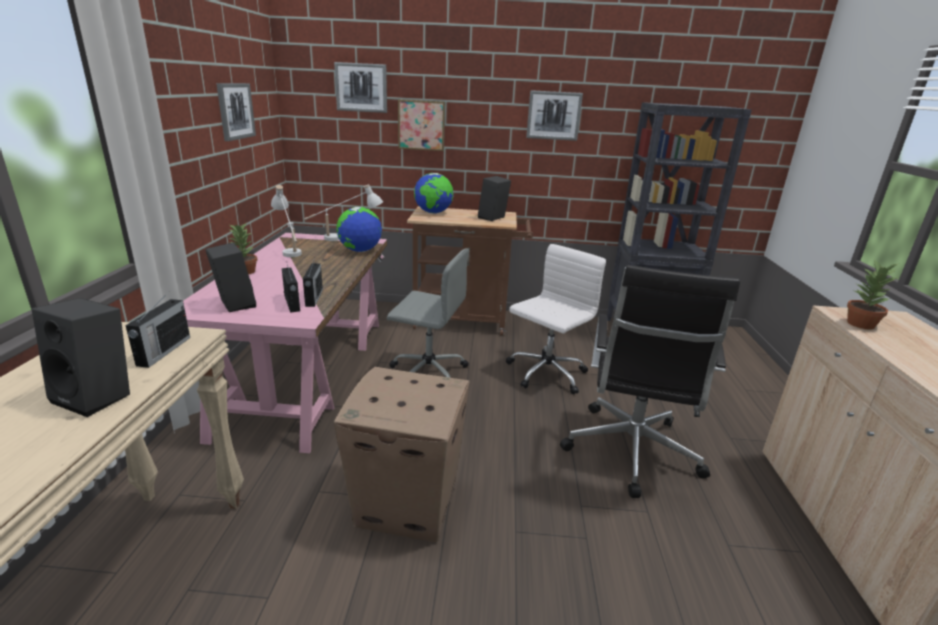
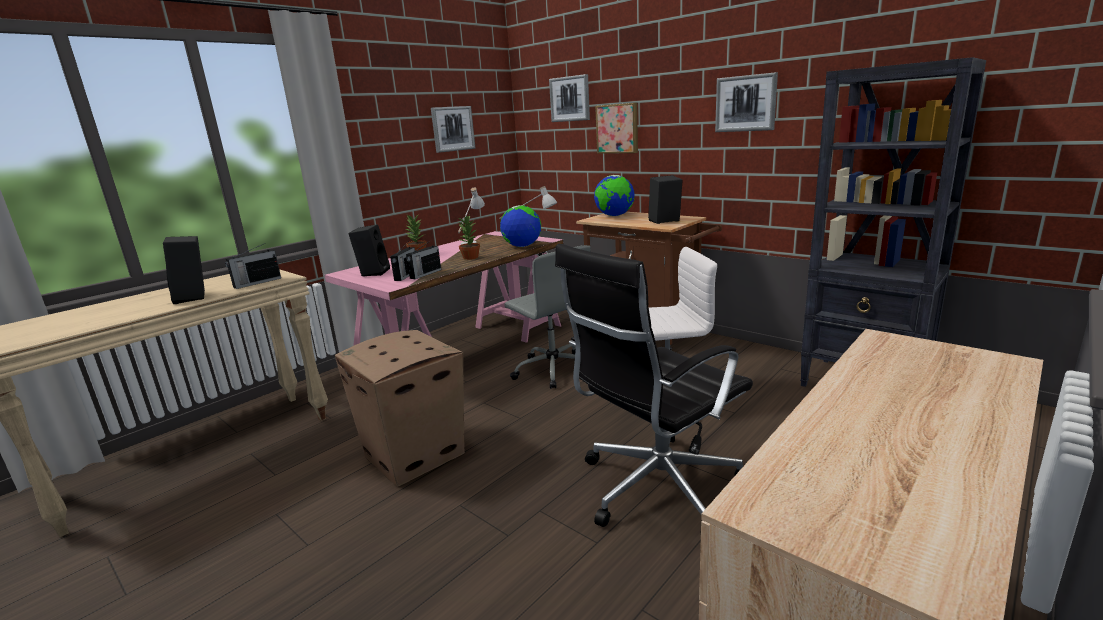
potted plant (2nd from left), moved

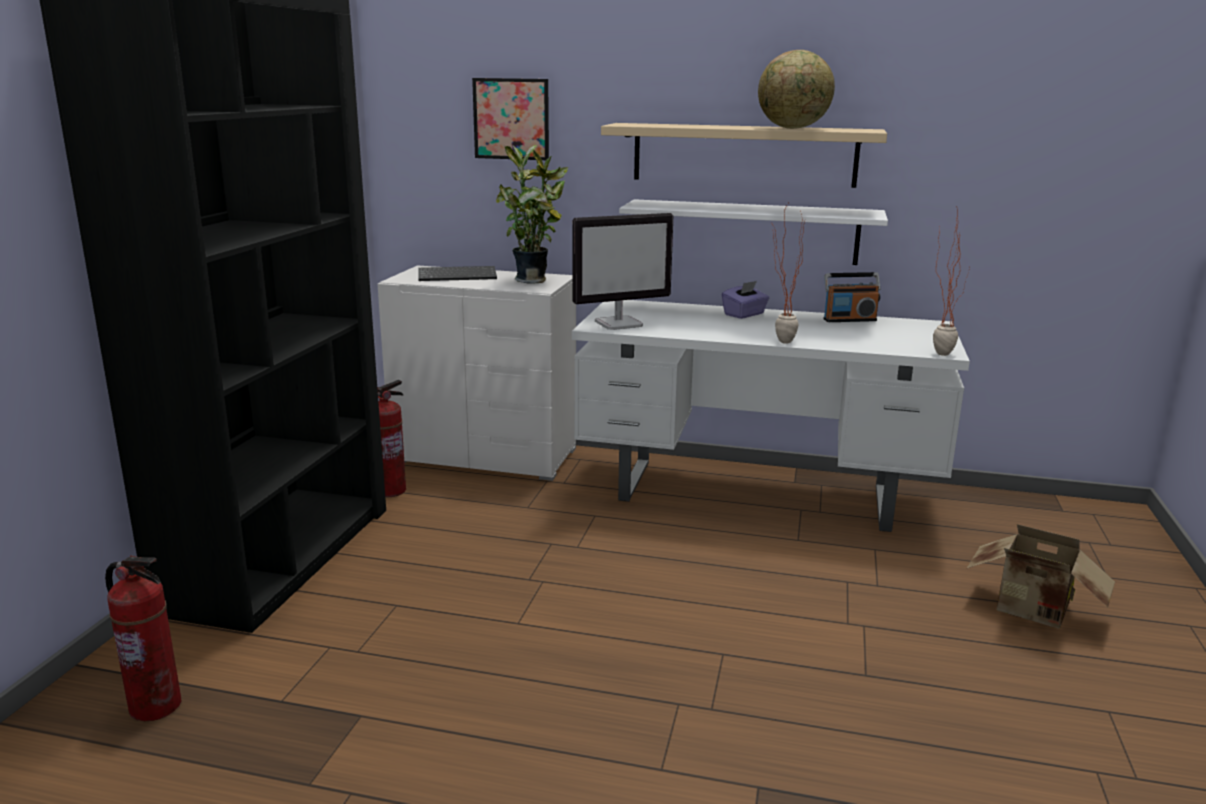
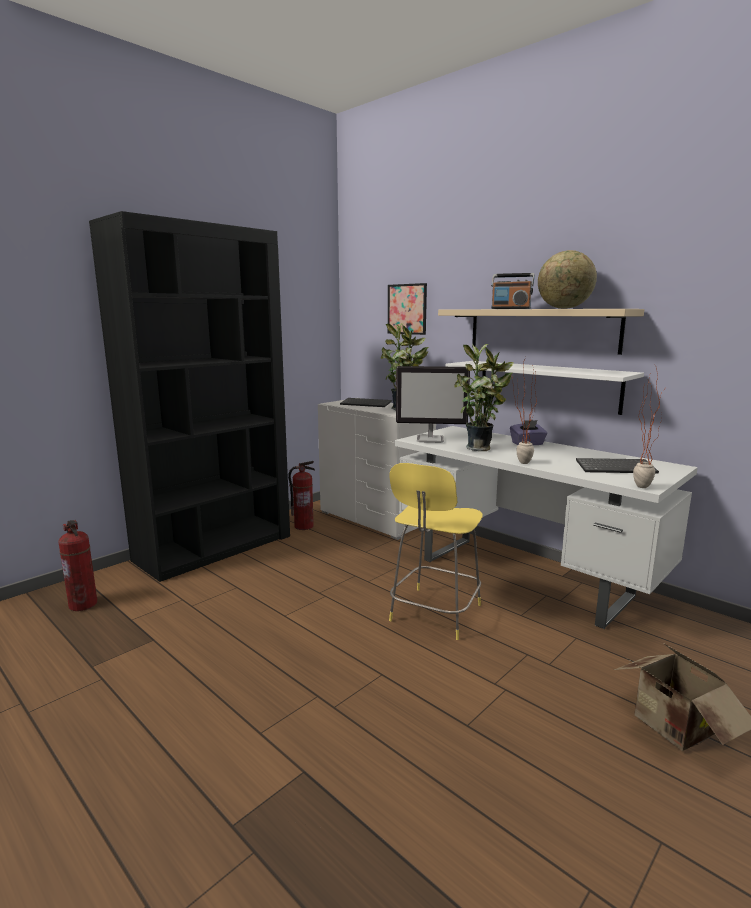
- → yellow stool
- → potted plant (2nd from left)
- → keyboard (2nd from left)
radio, moved

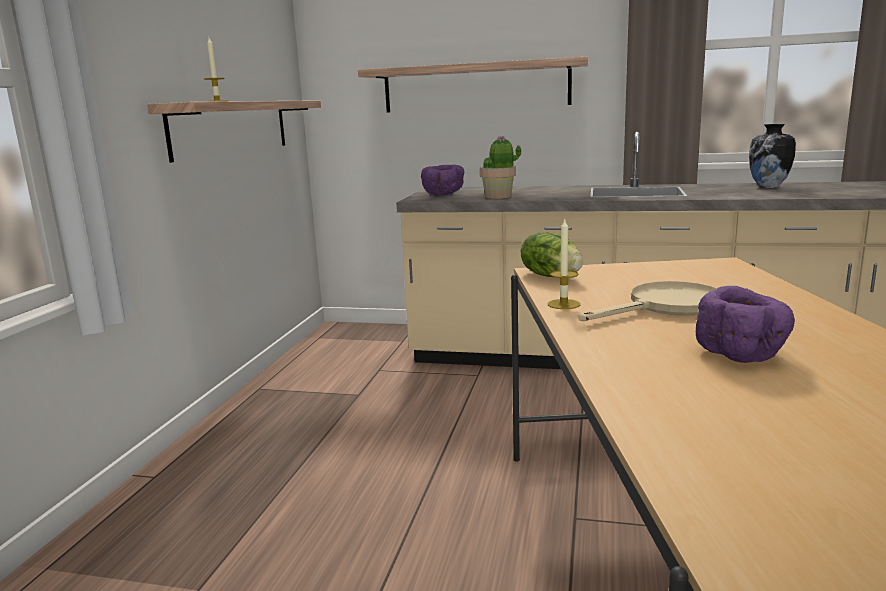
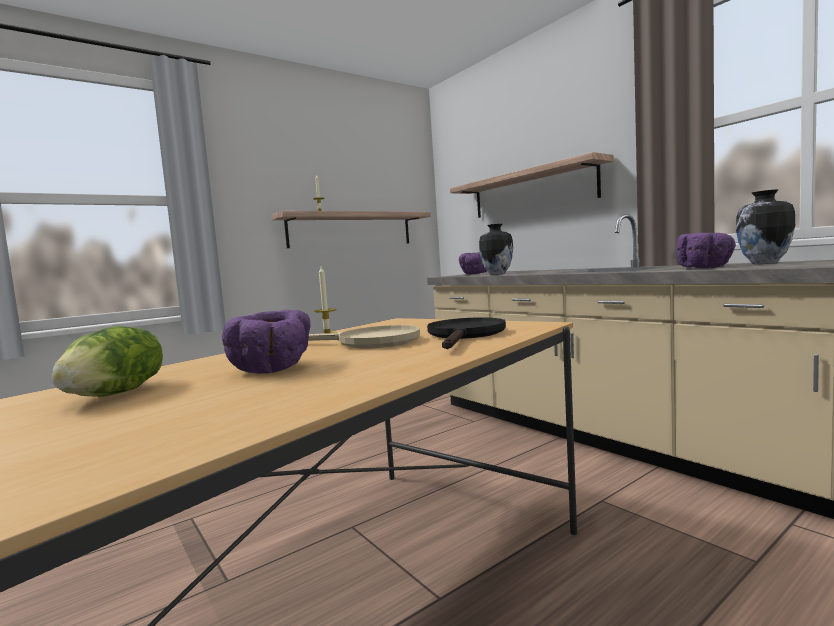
- → black frying pan
- → purple bowl (3rd from left)
lettuce, moved
potted plant → vase (1st from left)

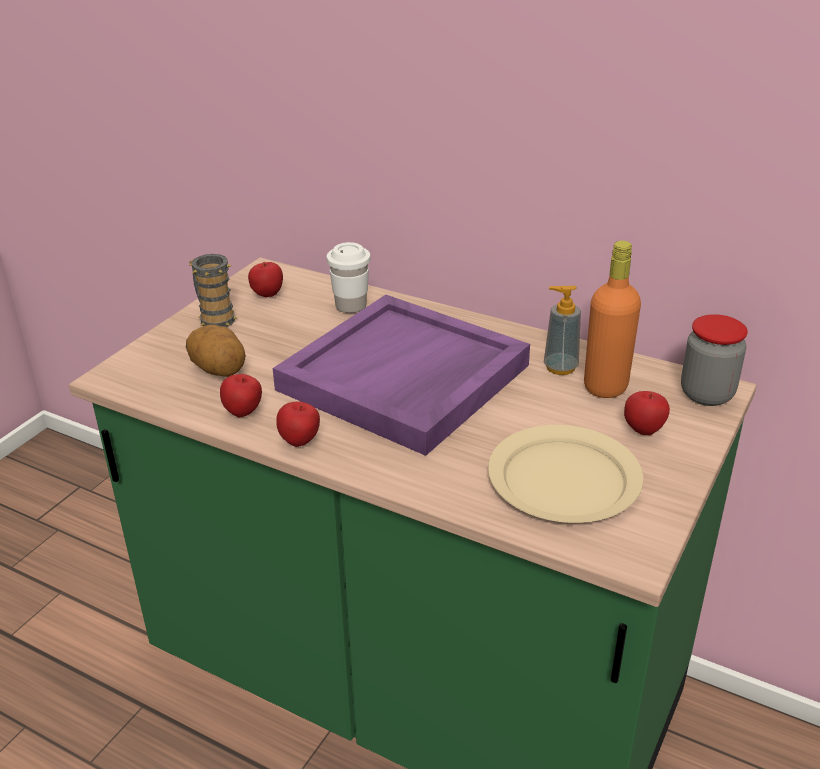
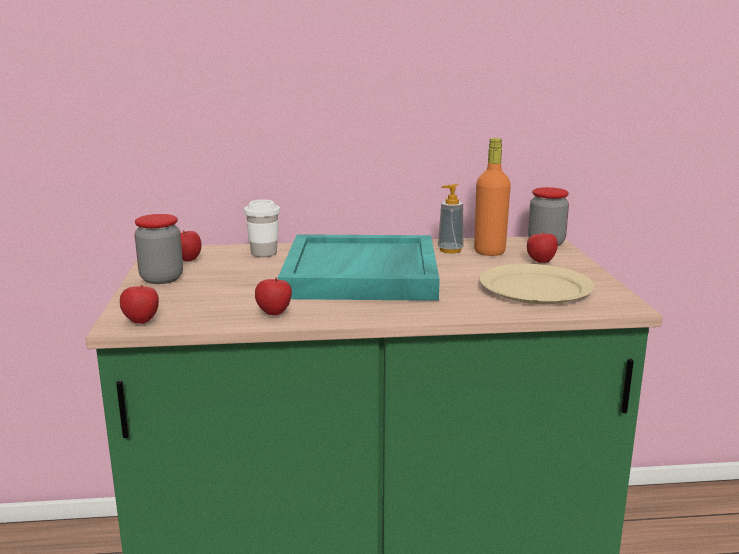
potato → -
apple (3rd from left in the first image) → apple (1st from left), moved
mug → jar (1st from left)
purple tray → turquoise tray

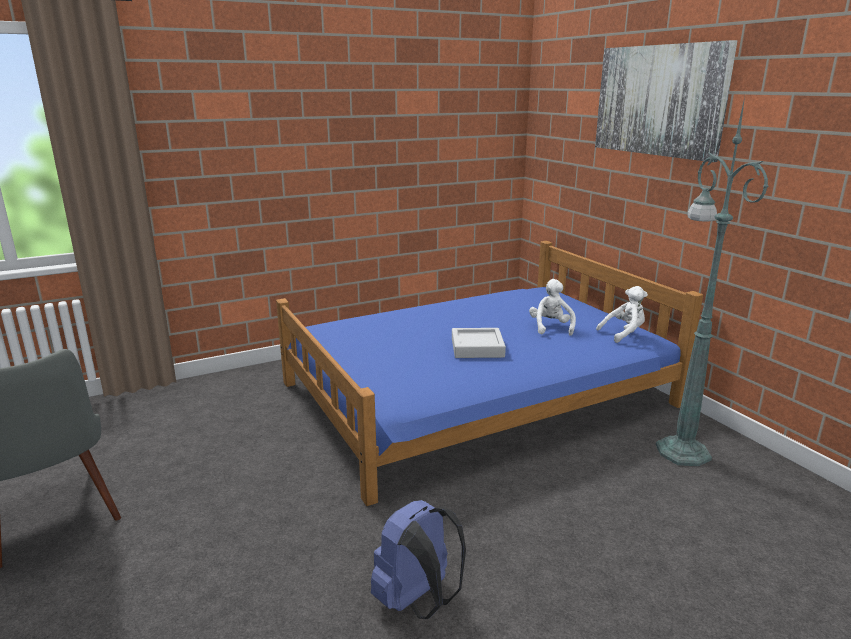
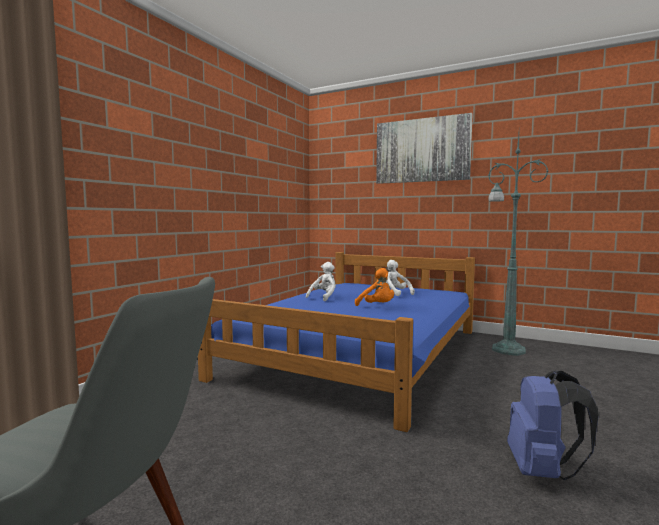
white plush toy (2nd from left in the first image) → white plush toy (1st from left), moved
grey tray → orange plush toy

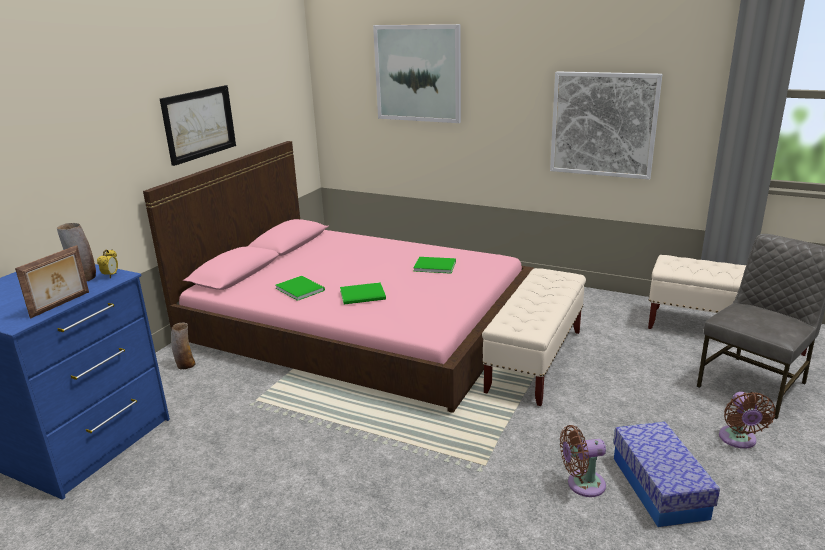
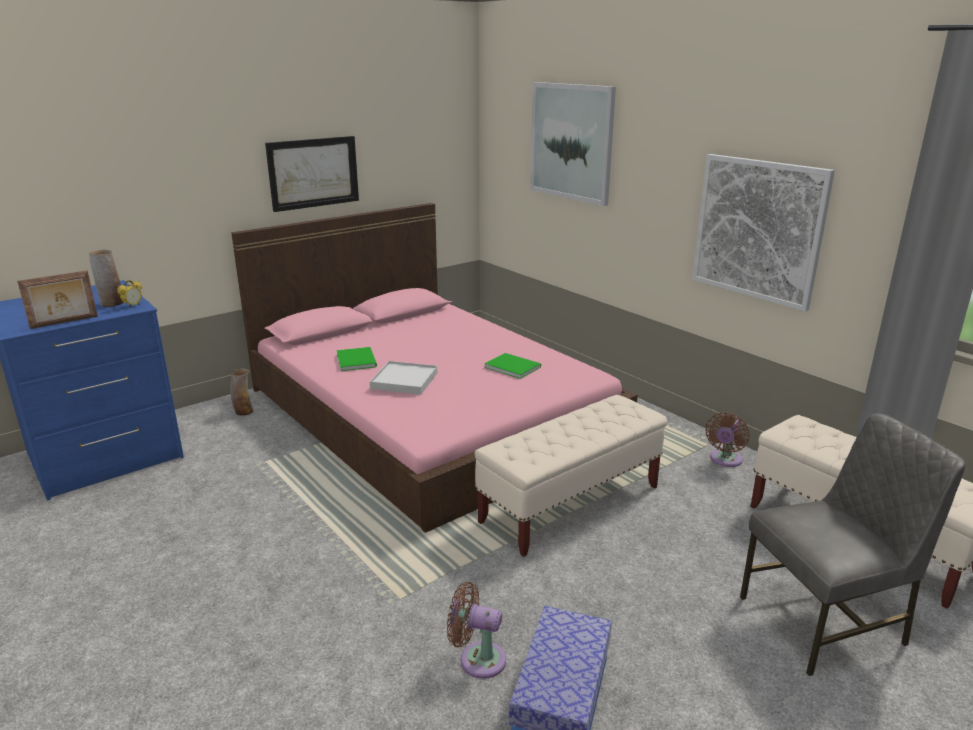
brown fan (2nd from left), moved
green book (2nd from left) → white tray

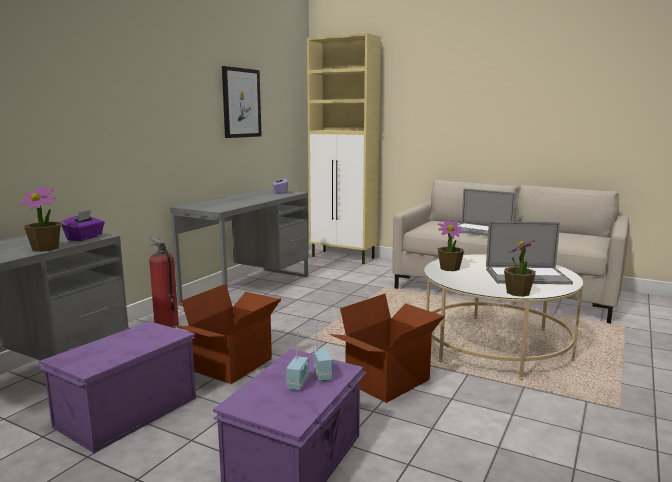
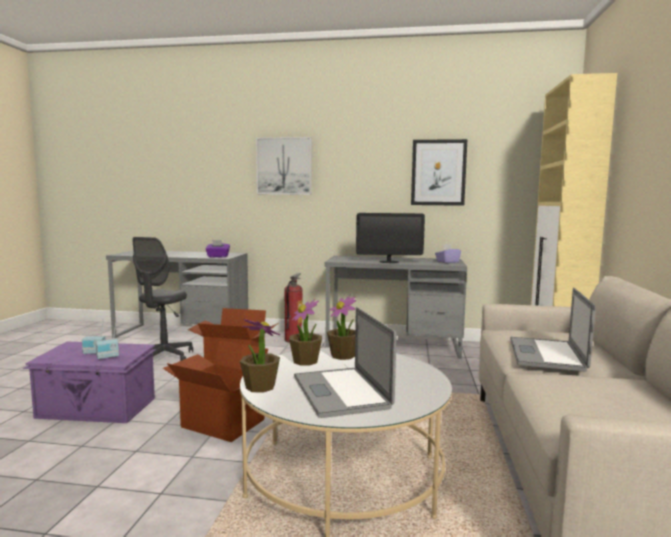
- → picture (1st from left)
- → monitor
potted plant (1st from left in the first image) → potted plant (2nd from left), moved
purple storage box (1st from left) → grey office chair

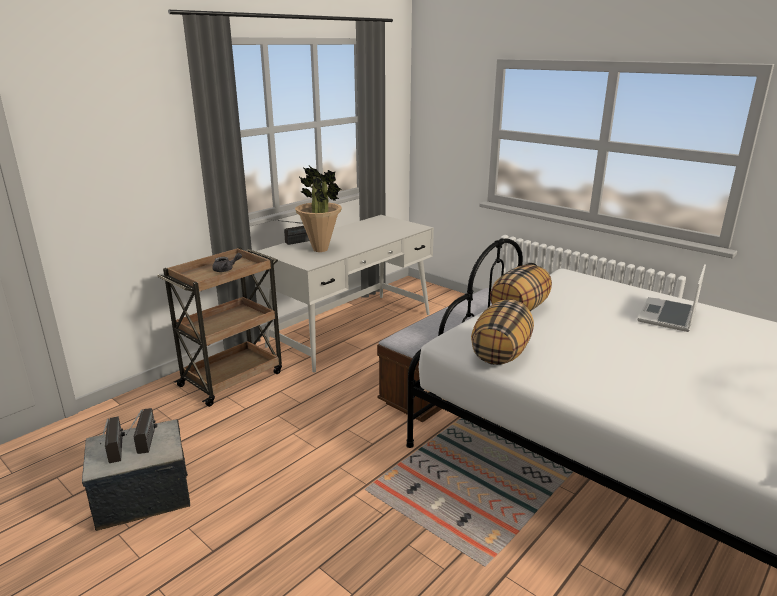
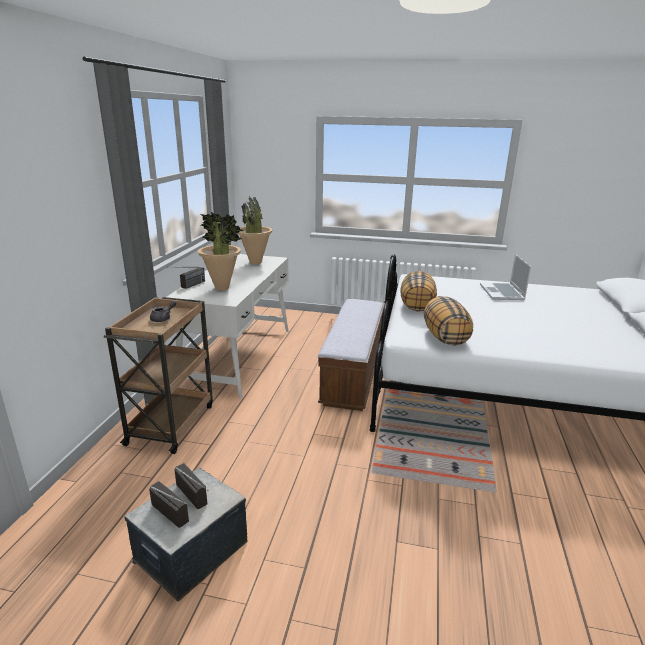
- → potted plant (2nd from left)

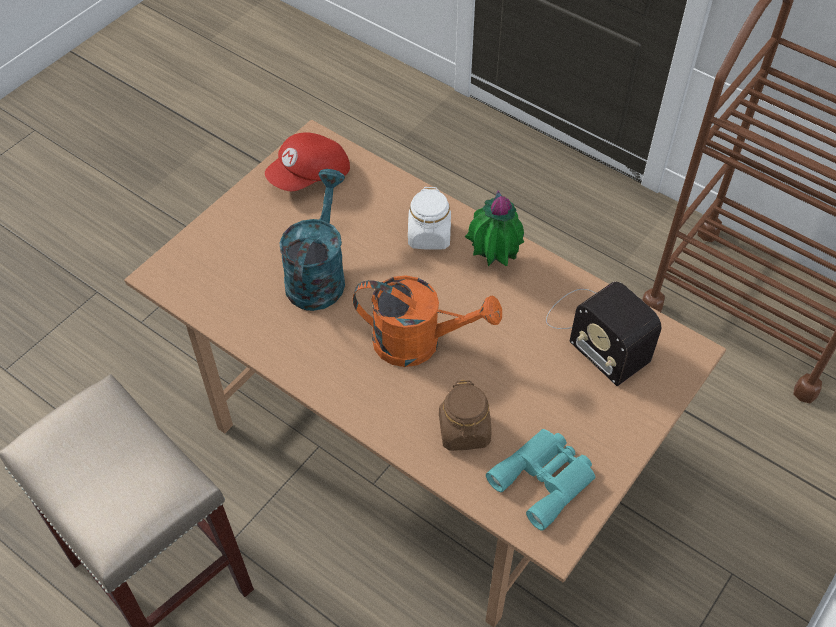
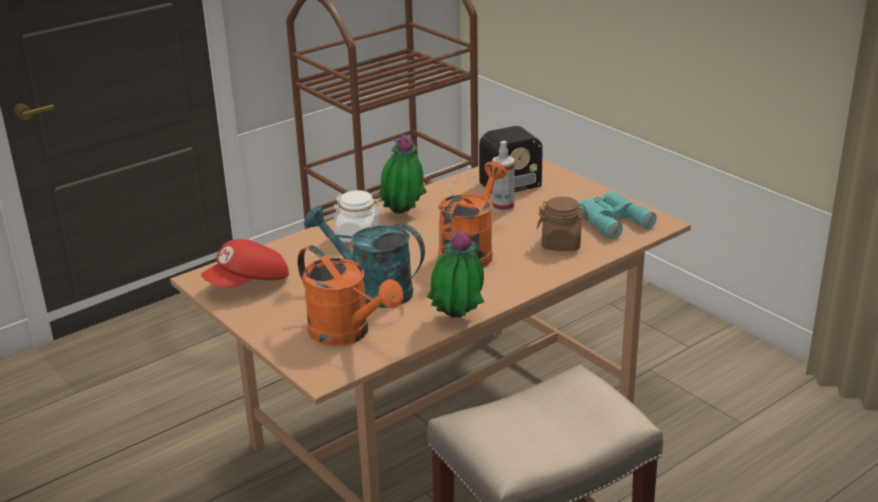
- → orange watering can (1st from left)
- → potted plant (2nd from left)
- → spray bottle
red cap, 75 degrees clockwise

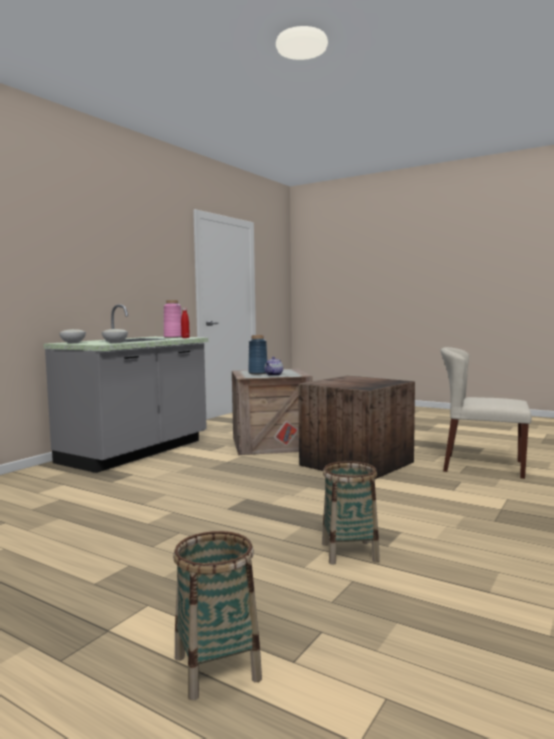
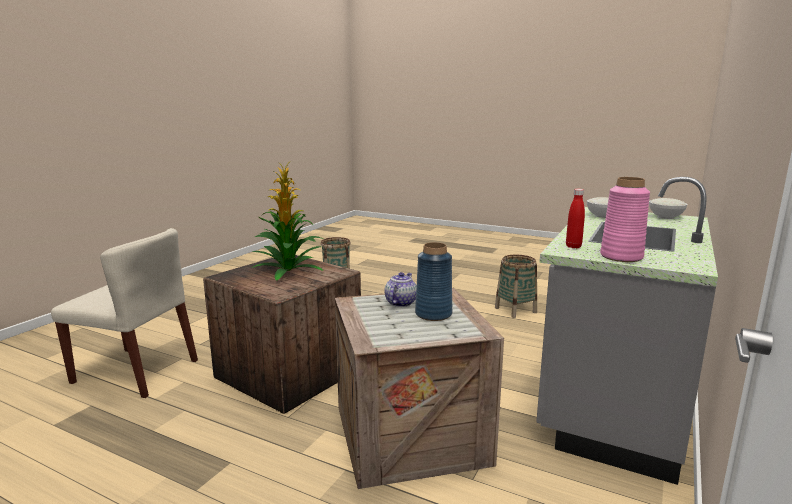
- → potted plant
basket (1st from left in the first image) → basket (2nd from left), moved

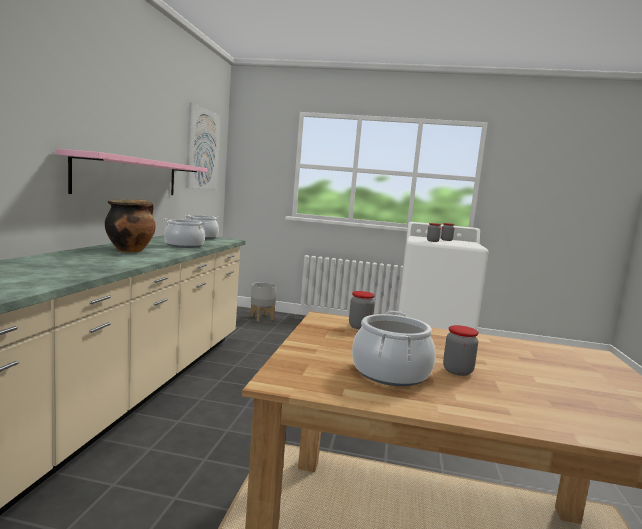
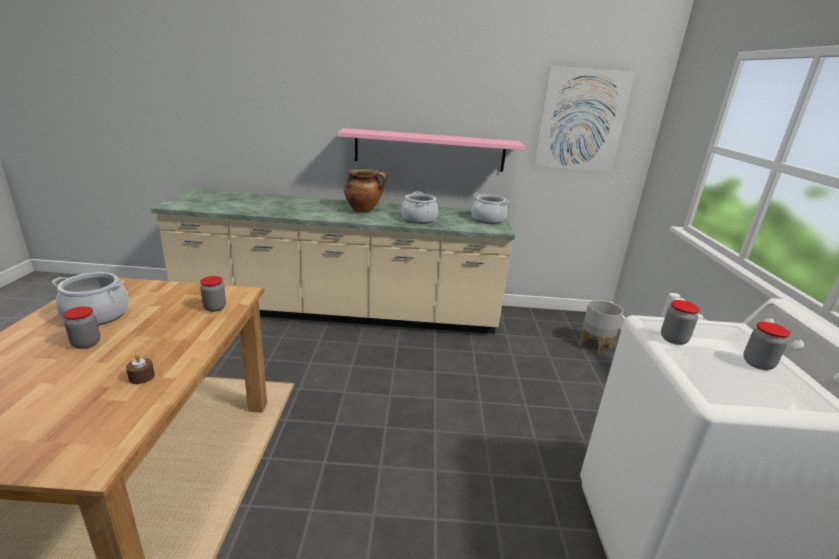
- → brown candle

